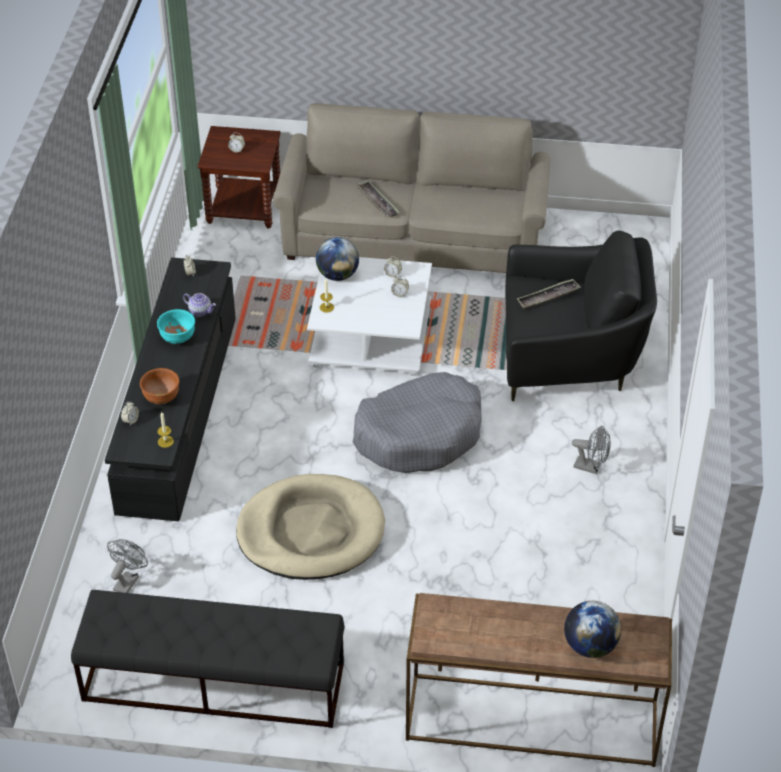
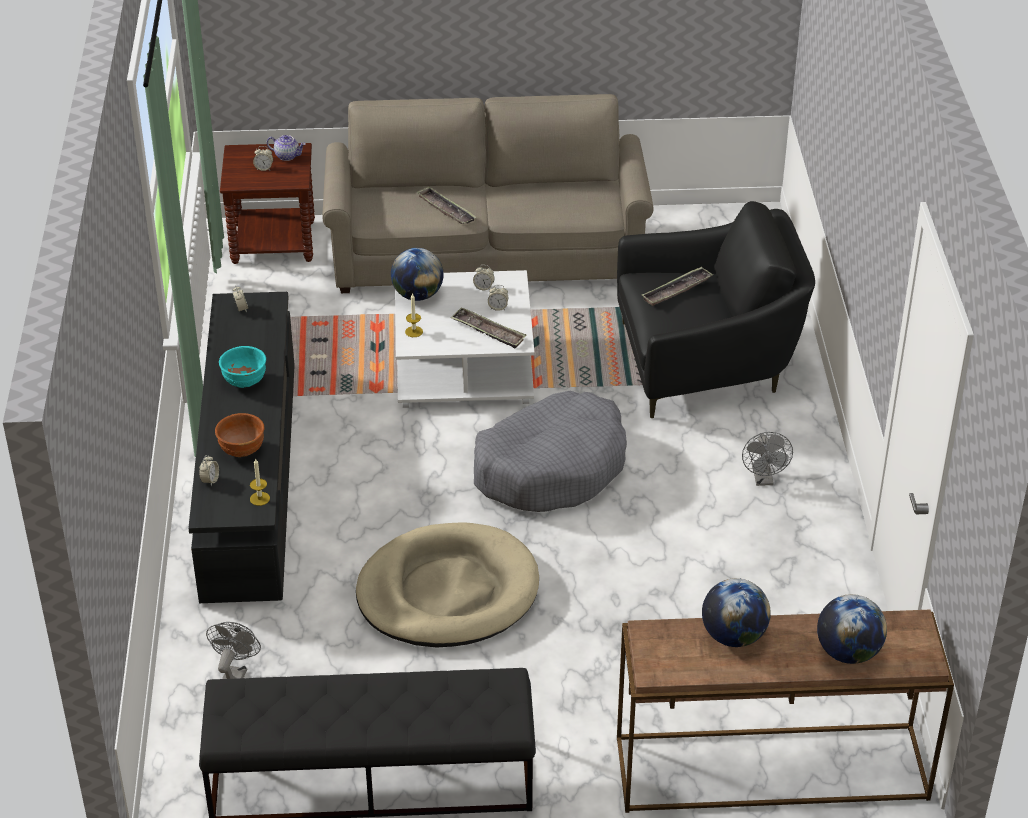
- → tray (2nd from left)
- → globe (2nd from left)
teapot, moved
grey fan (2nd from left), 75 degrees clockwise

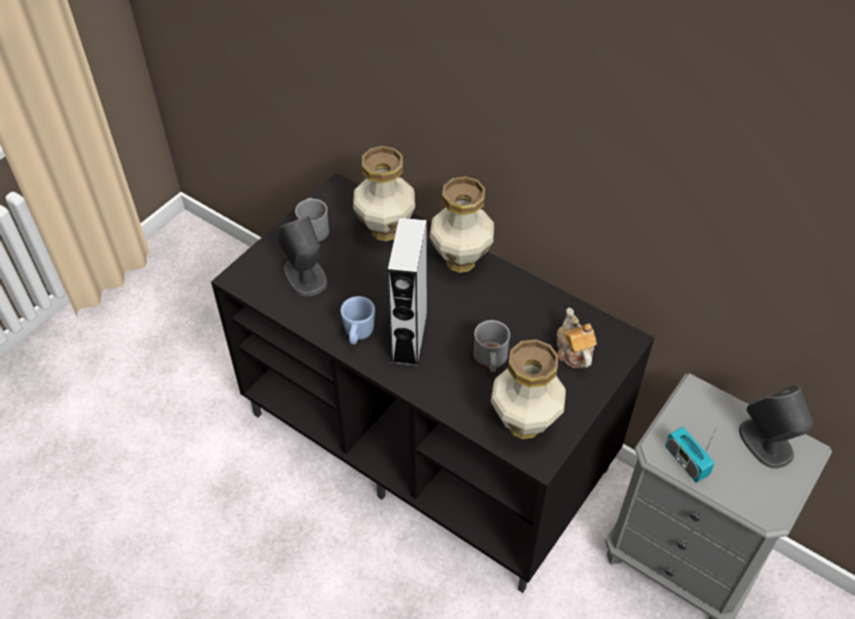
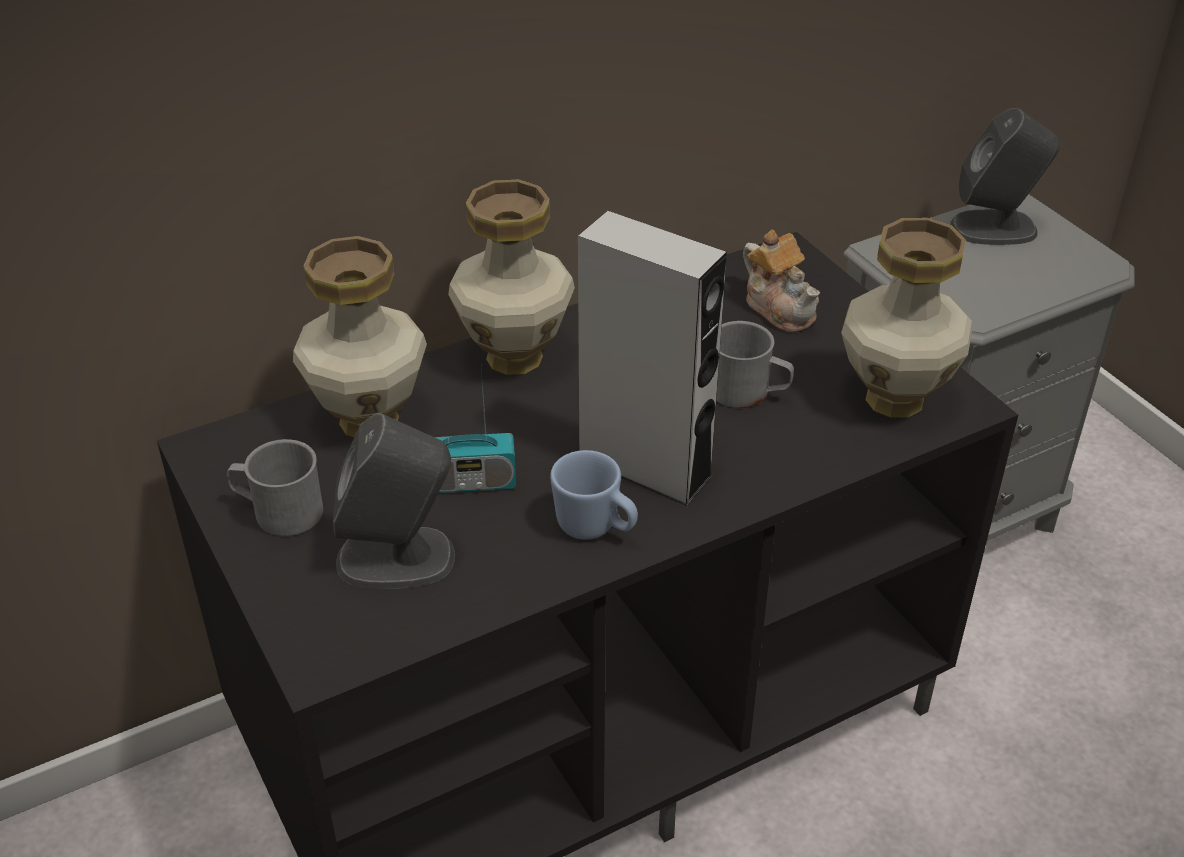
radio, moved
teapot, 135 degrees counterclockwise

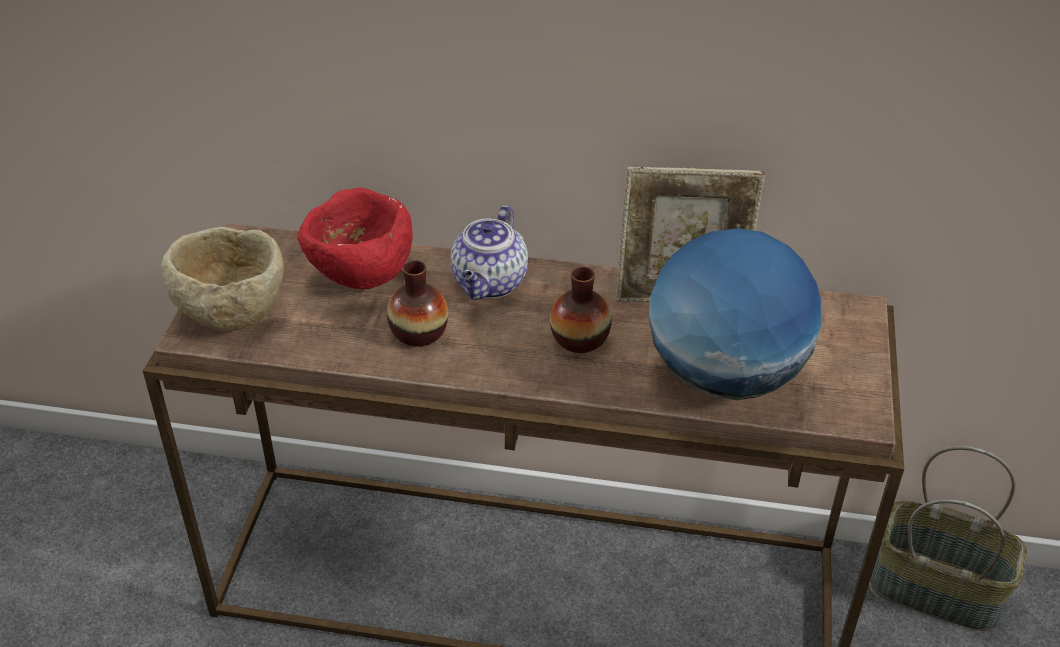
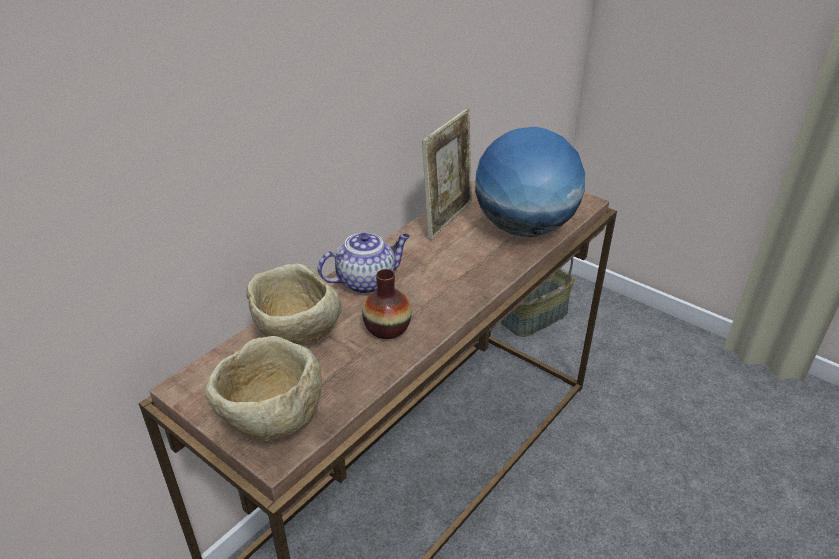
vase (2nd from left) → -
red bowl → beige bowl (2nd from left)
teapot, 75 degrees counterclockwise

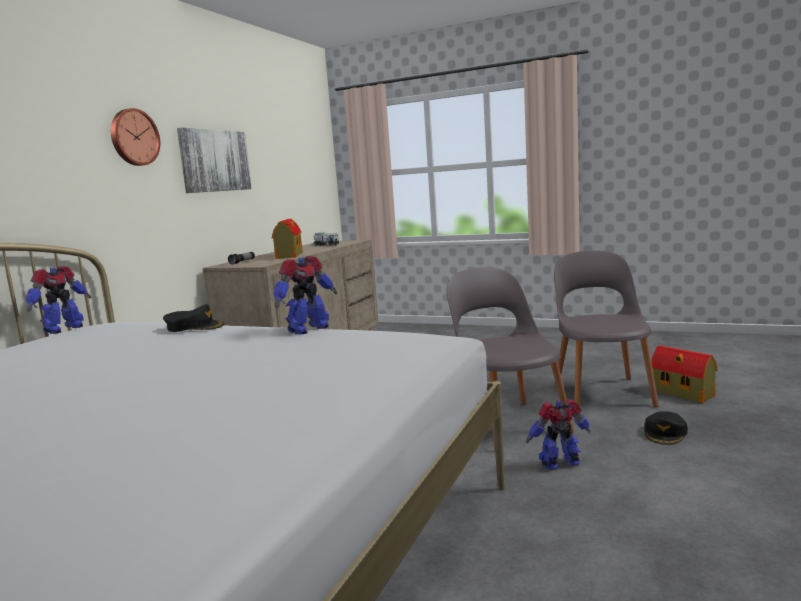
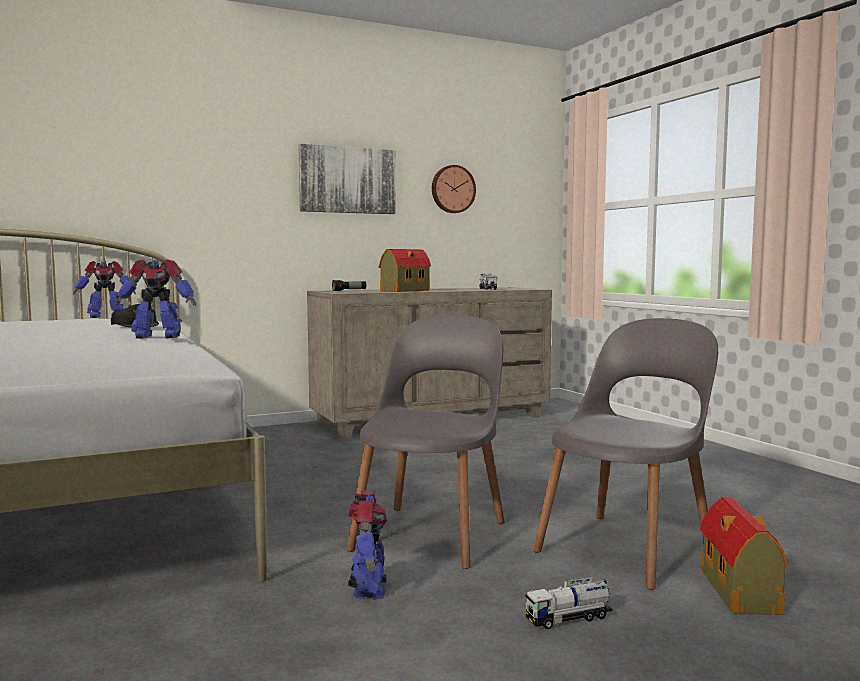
wall clock, moved
black cap (2nd from left) → toy truck (2nd from left)
toy robot (3rd from left), 60 degrees clockwise

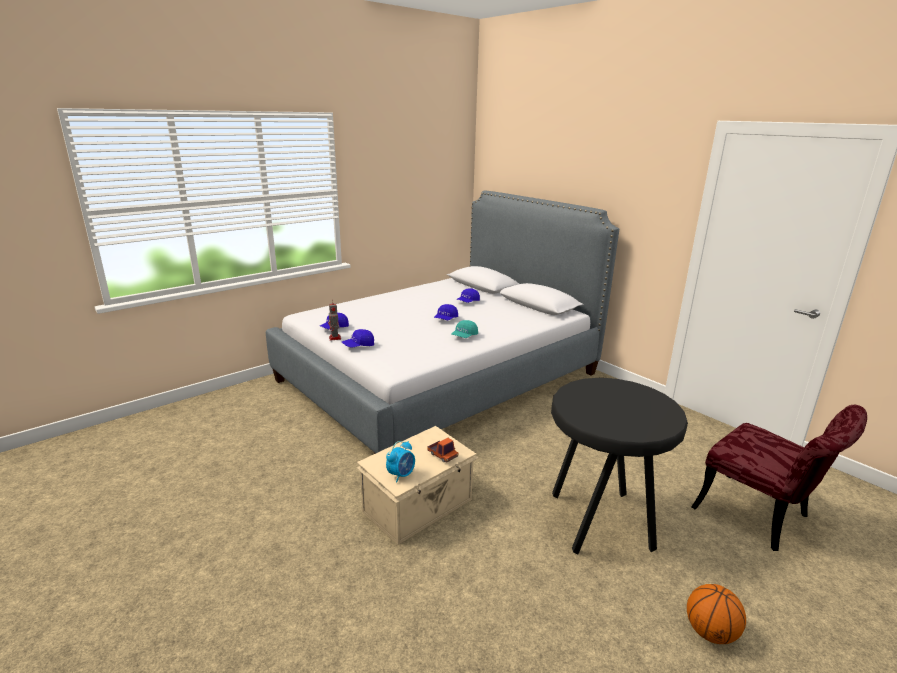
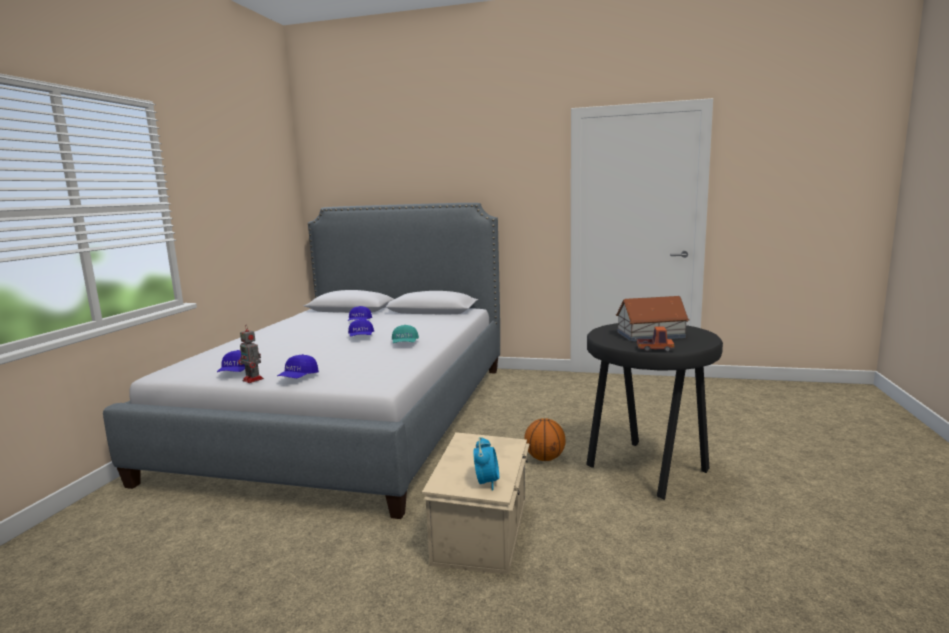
red chair → -
- → toy house
toy truck, moved
basketball, moved

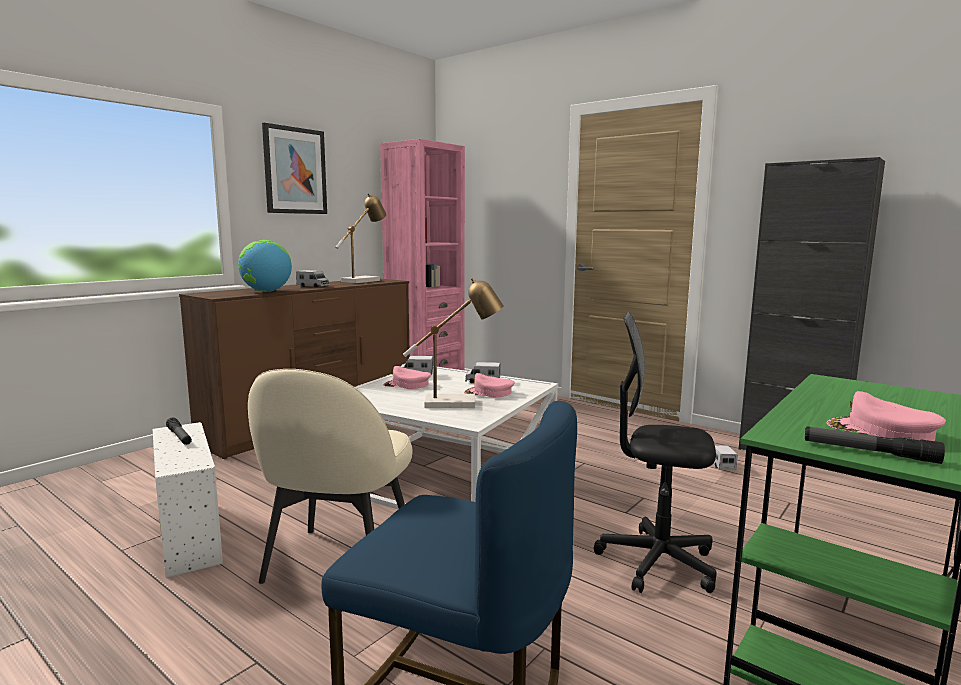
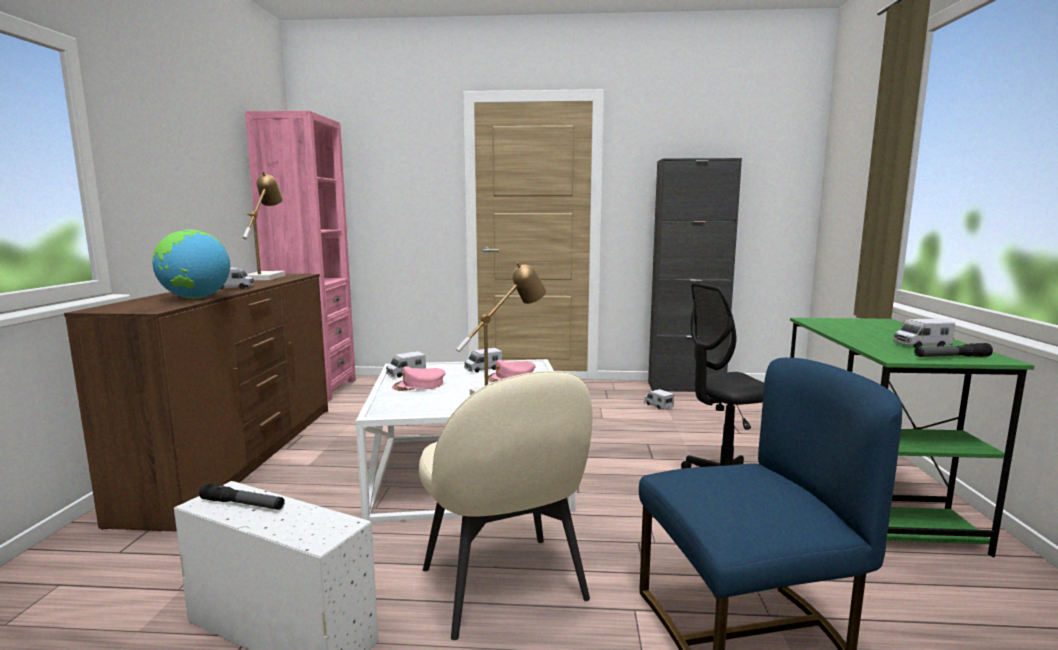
picture → -
pink cap (3rd from left) → toy truck (5th from left)

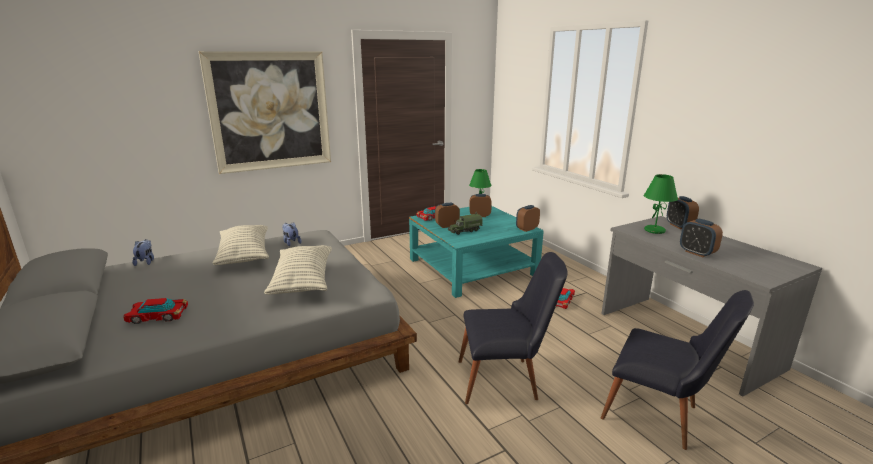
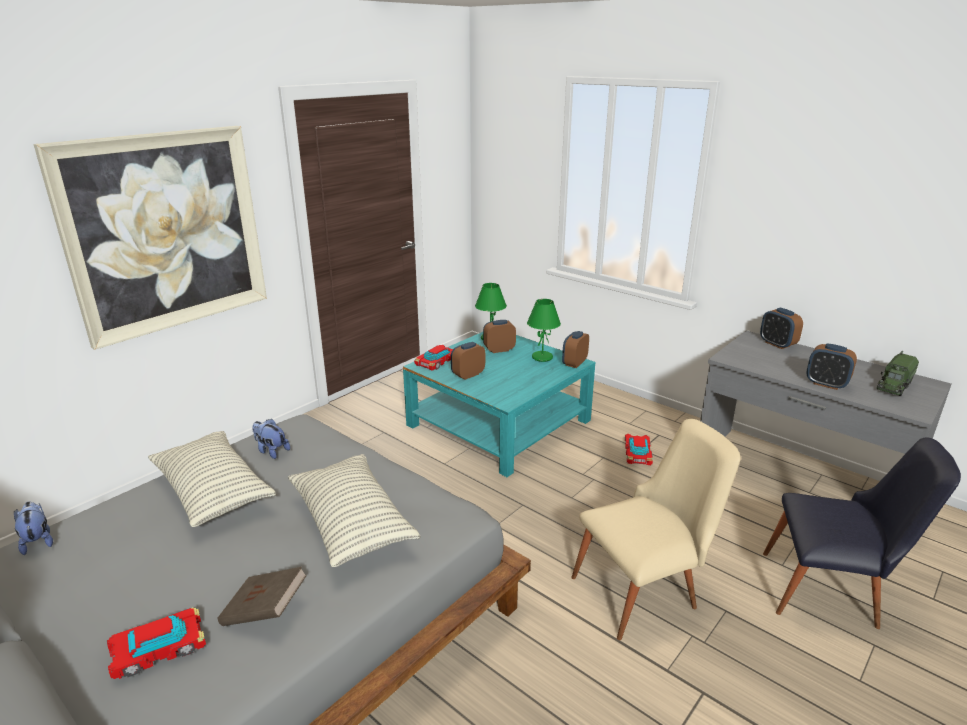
- → brown book
toy truck, moved
green table lamp (2nd from left), moved
black chair (1st from left) → beige chair

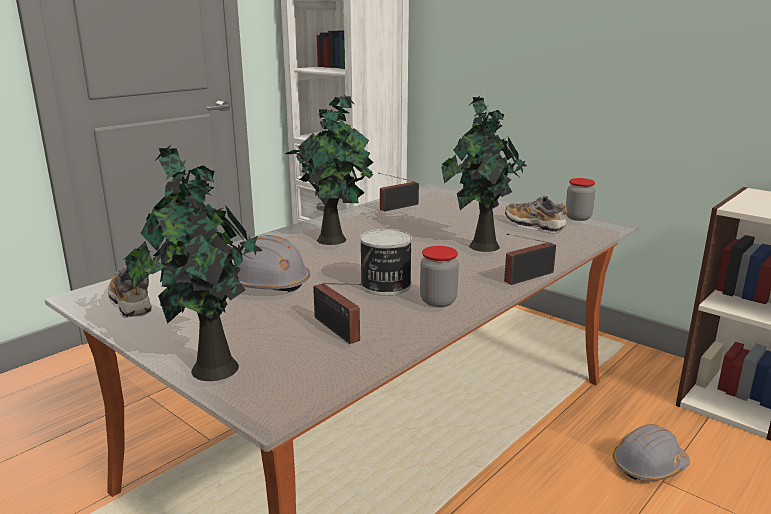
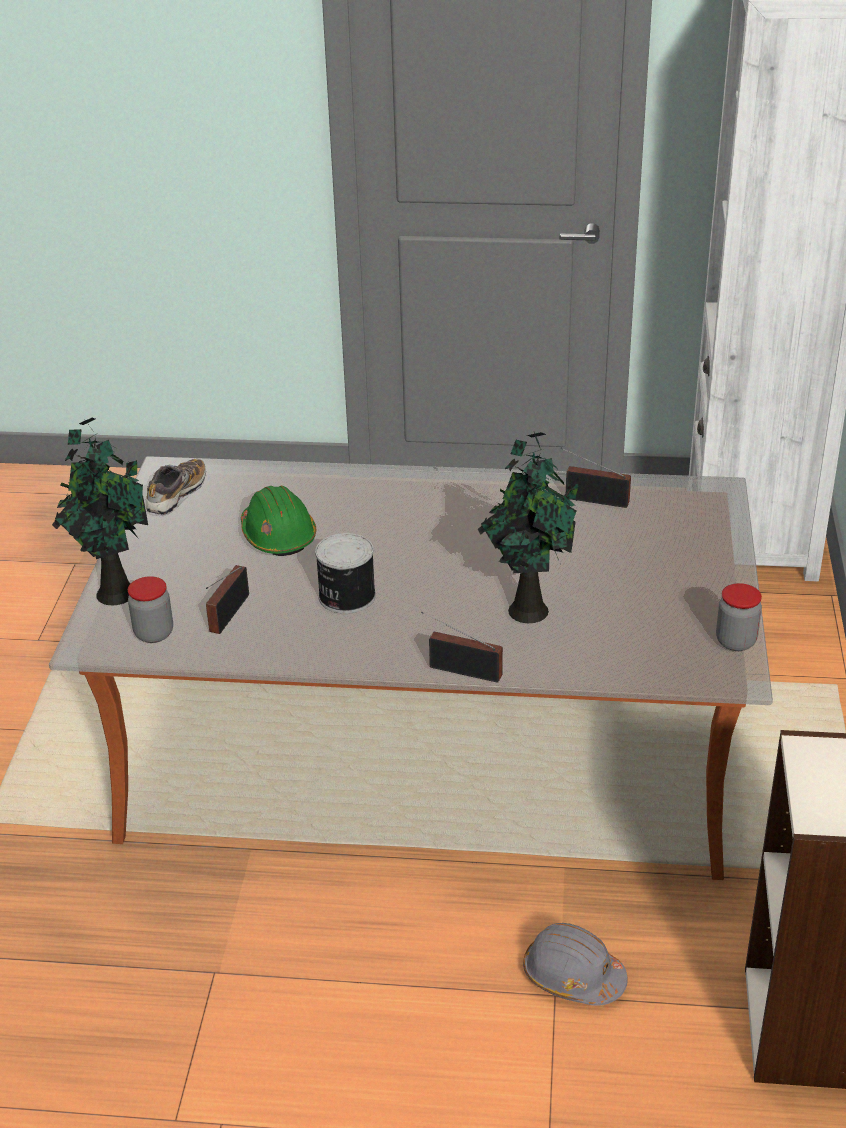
potted plant (2nd from left) → -
shoe (2nd from left) → -
jar (1st from left), moved
grey hard hat (1st from left) → green hard hat

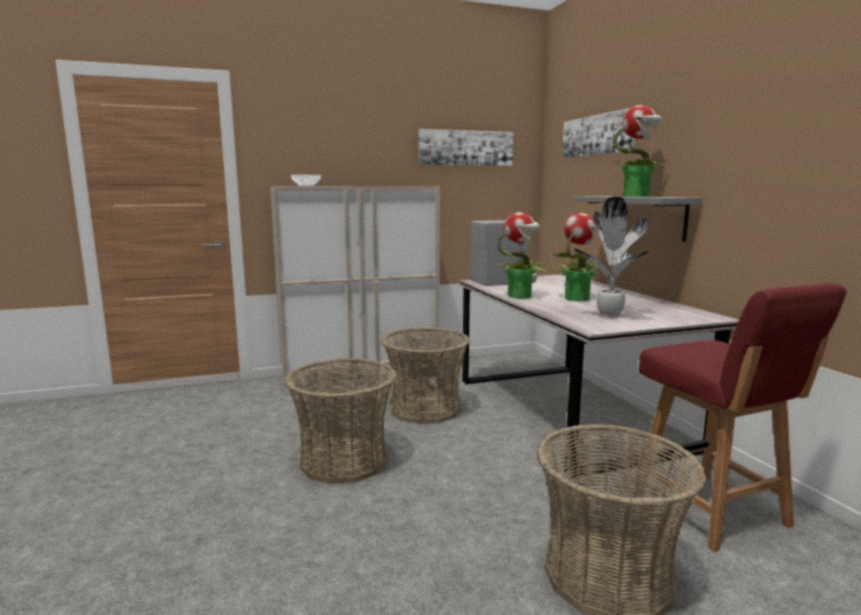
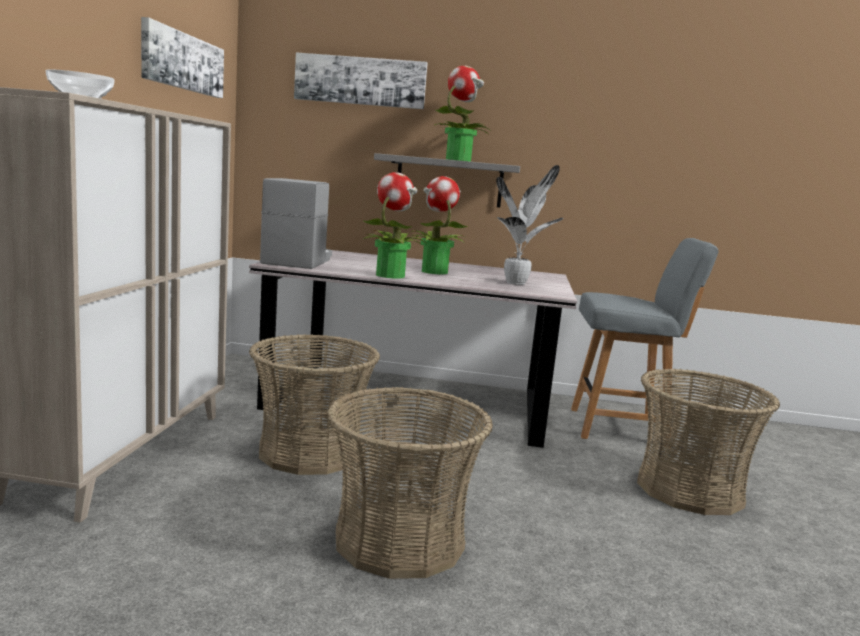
red chair → grey chair

